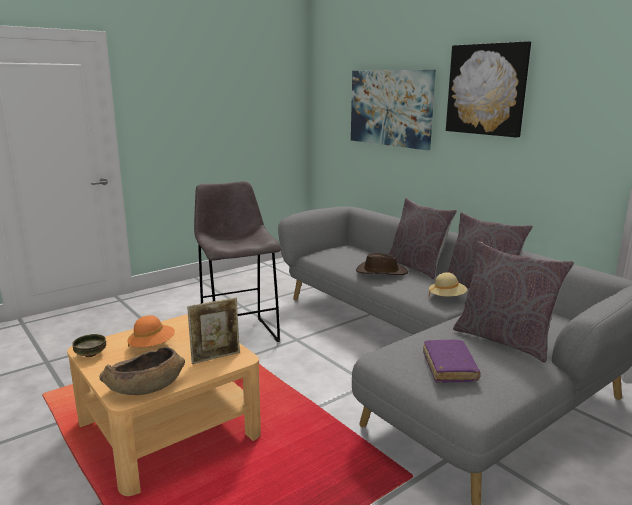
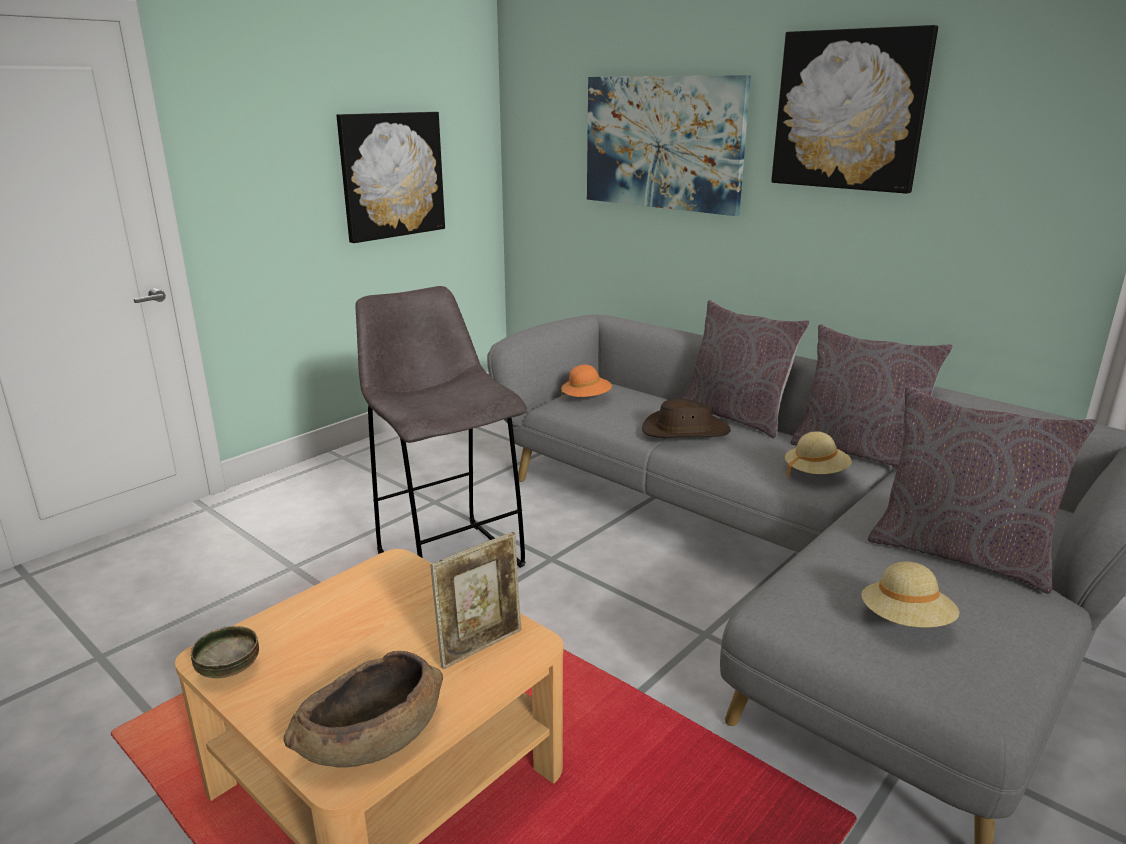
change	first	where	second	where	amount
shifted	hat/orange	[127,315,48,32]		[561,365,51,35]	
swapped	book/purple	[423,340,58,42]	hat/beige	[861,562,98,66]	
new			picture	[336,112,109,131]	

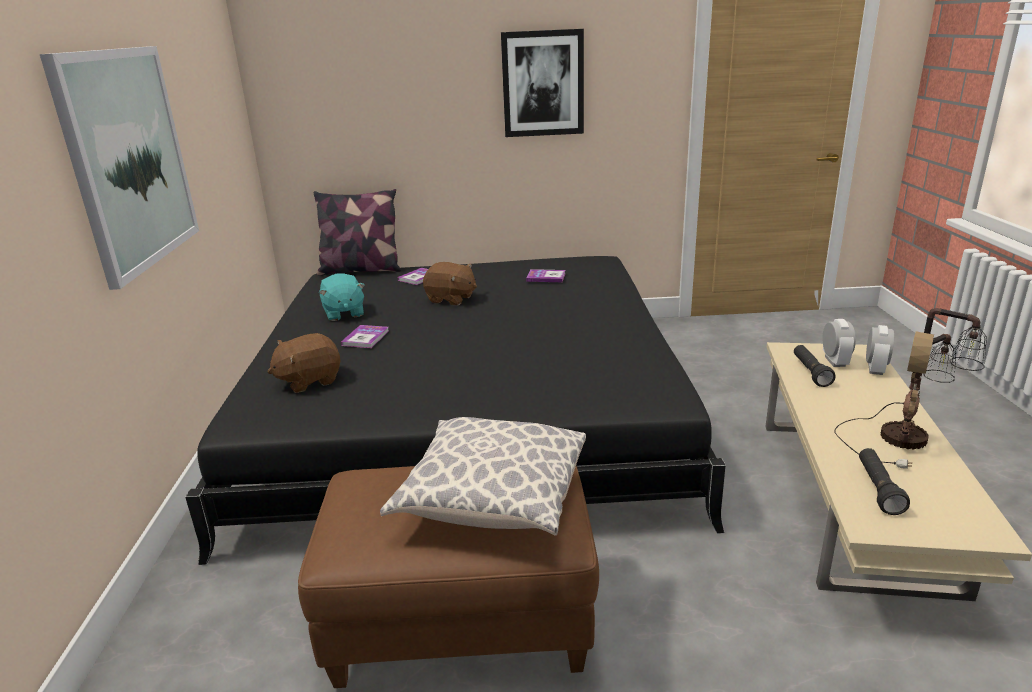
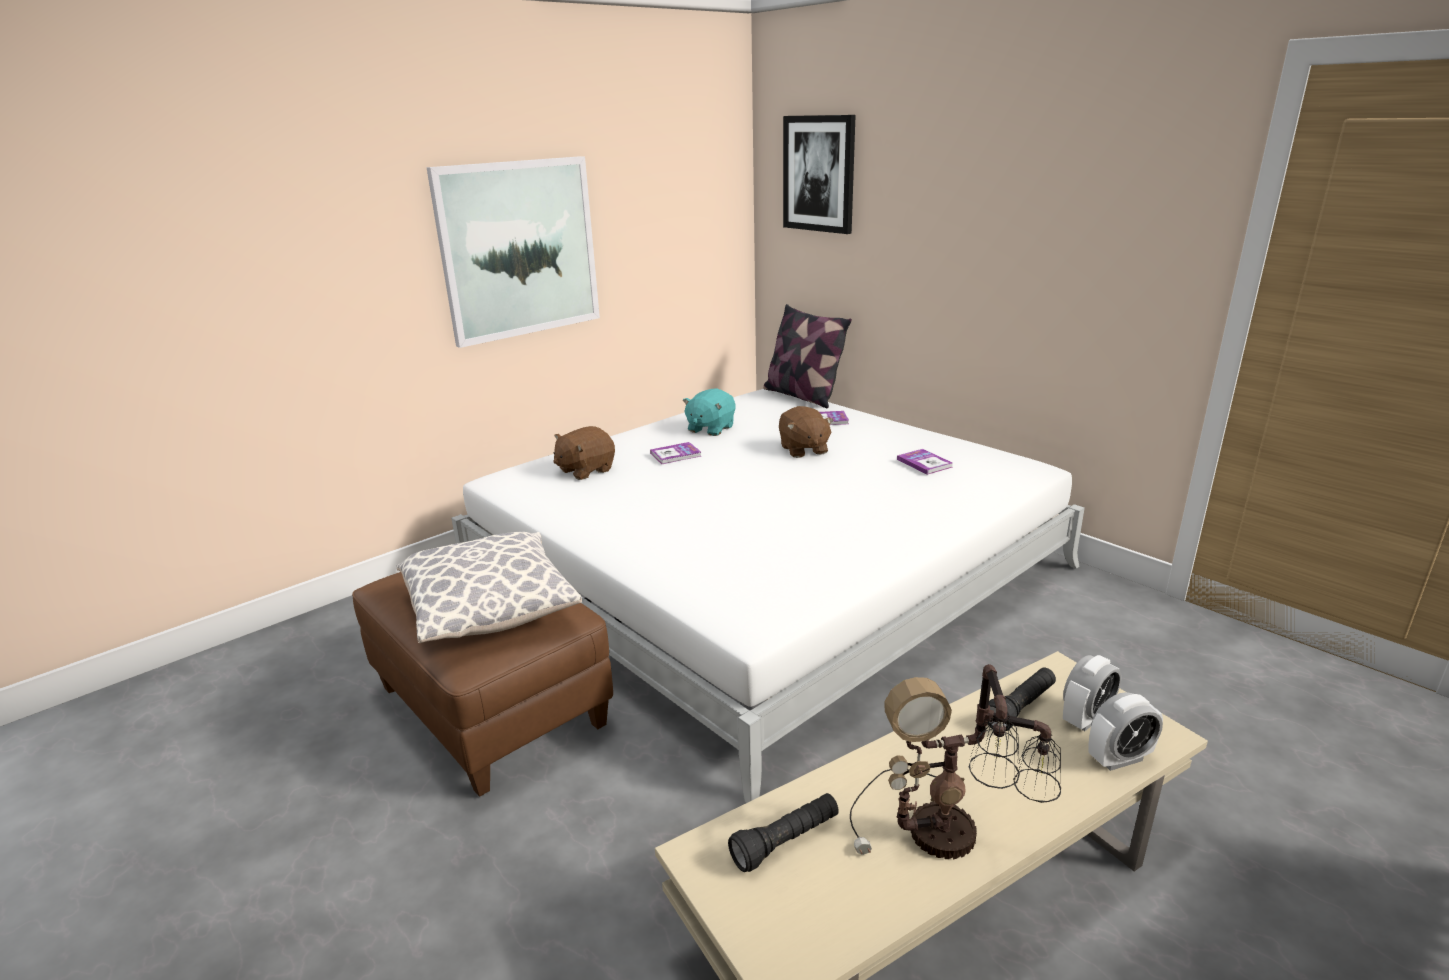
change	first	where	second	where	amount
shifted	picture	[501,29,83,108]		[783,115,73,119]	
repainted	bed/black	[185,256,541,309]	bed/white	[451,389,634,414]	
rotated	plush toy/brown	[268,333,72,60]		[554,426,61,54]	60 degrees counterclockwise

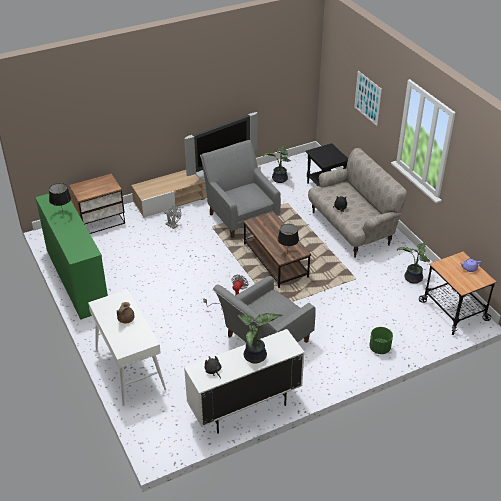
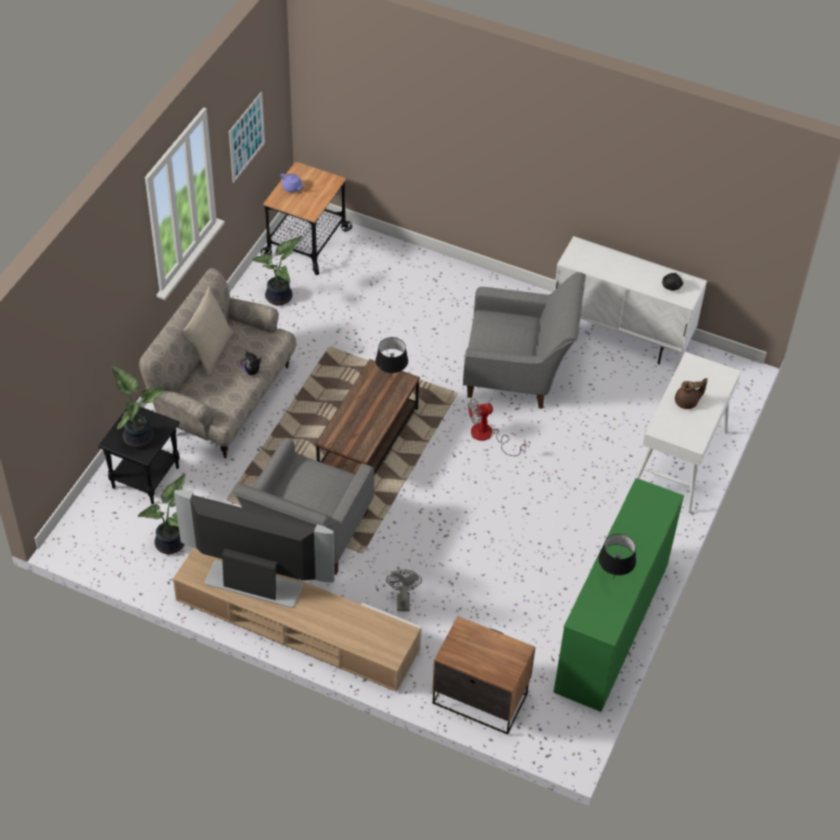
change	first	where	second	where	amount
shifted	picture	[354,71,28,55]		[229,92,36,91]	
shifted	potted plant	[238,313,45,51]		[111,366,55,82]	
gone	planter/green	[369,327,24,27]			
new			pillow/beige	[183,287,51,89]	

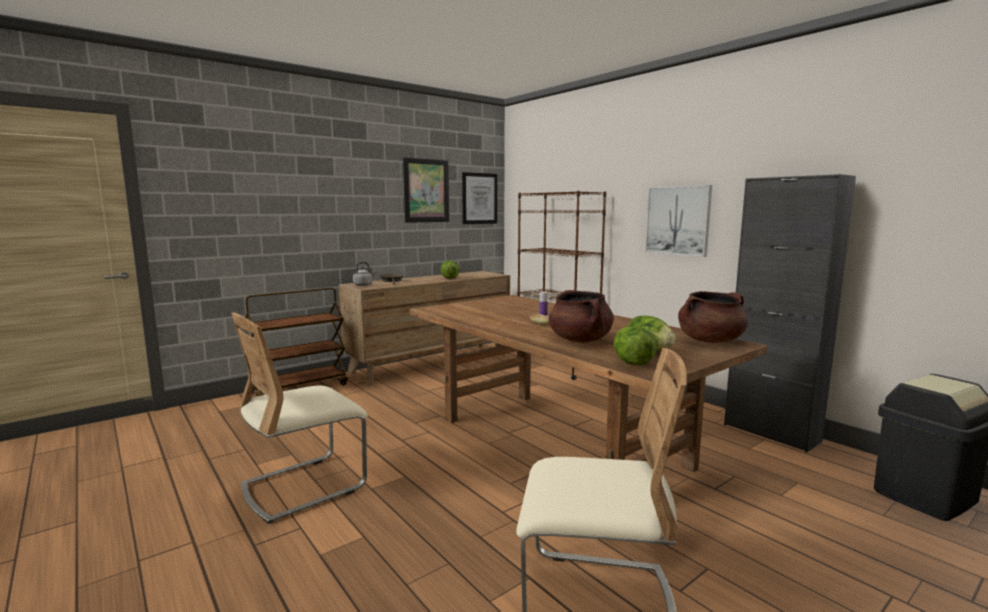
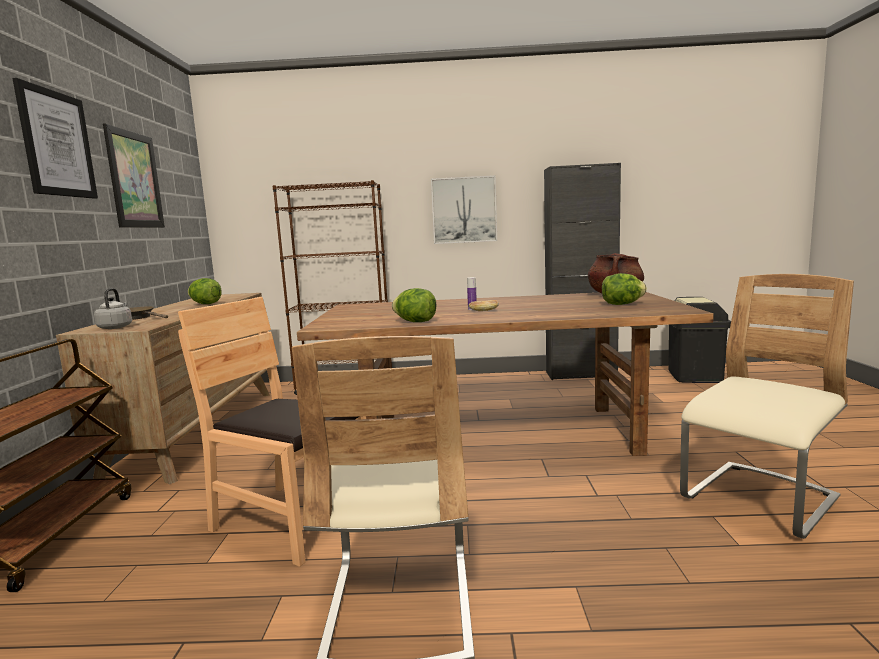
change	first	where	second	where	amount
shifted	picture	[462,172,35,52]		[13,78,85,121]	
gone	cooking pot/brown	[549,290,65,53]			
shifted	lettuce	[613,326,44,40]		[392,288,44,34]	
new			chair/brown	[178,297,188,270]	

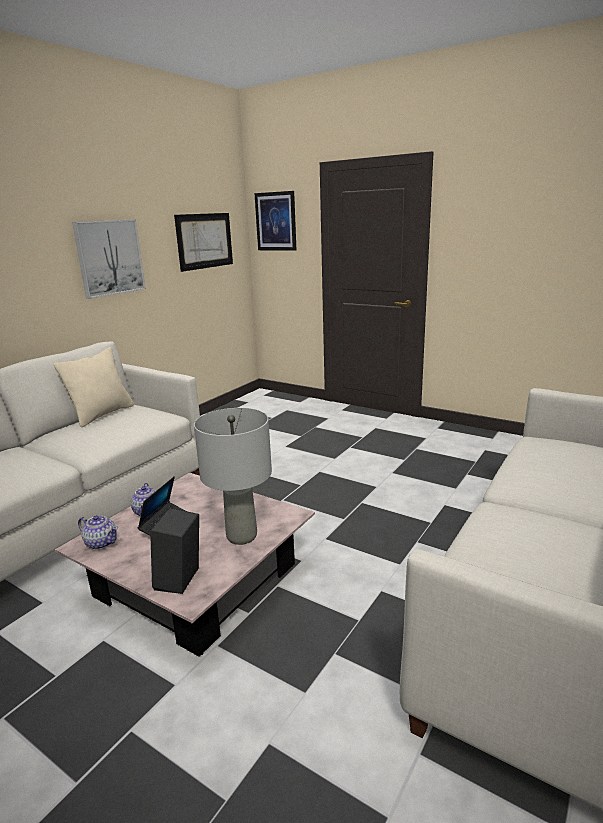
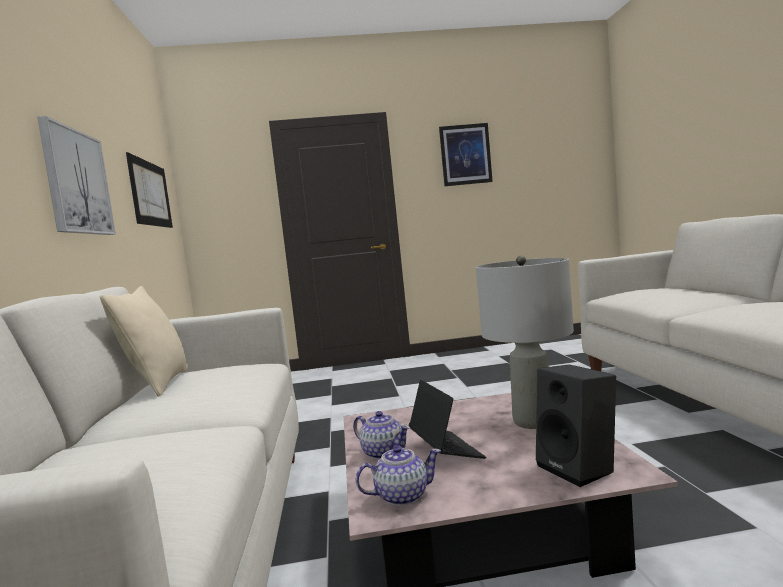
change	first	where	second	where	amount
shifted	picture	[254,191,42,60]		[439,123,54,63]	

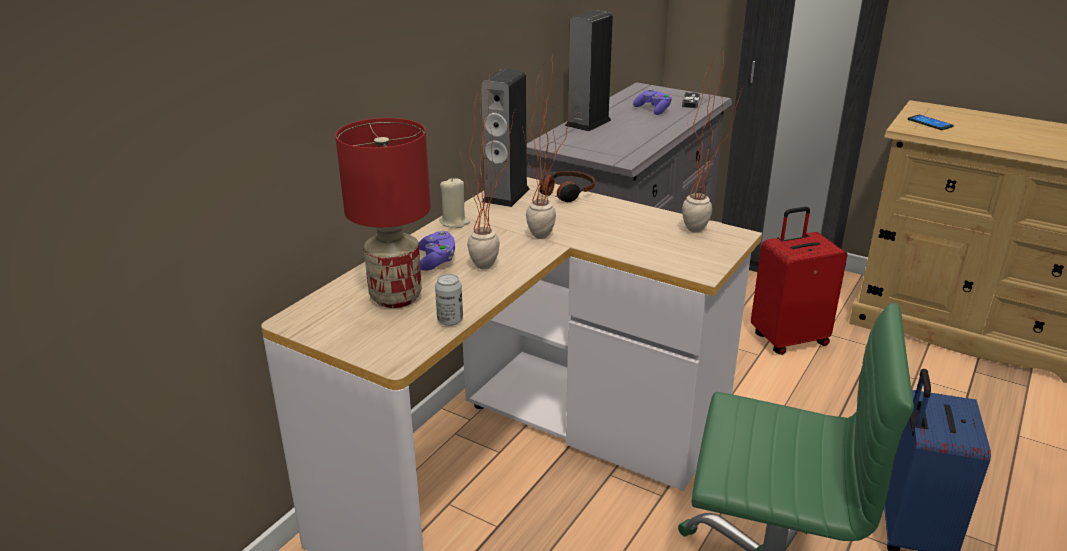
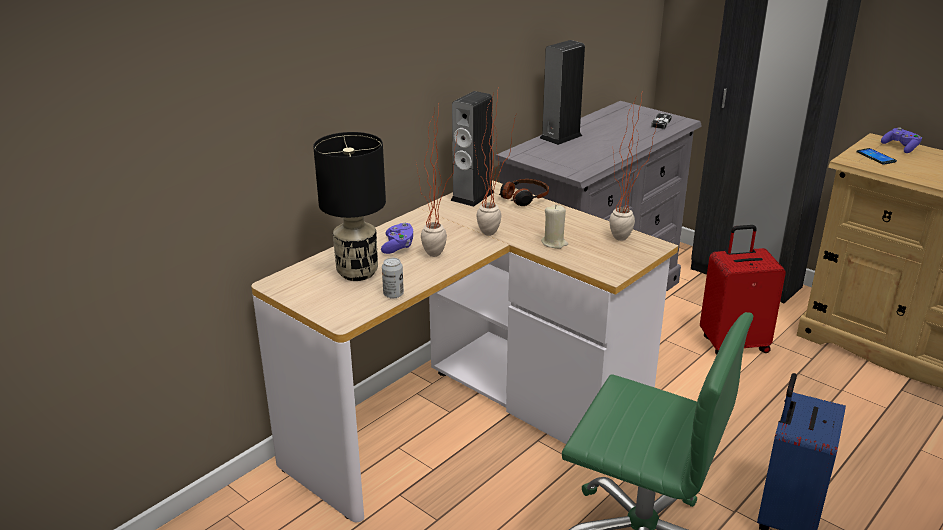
change	first	where	second	where	amount
shifted	game controller/purple	[633,89,39,26]		[881,127,41,26]	
repainted	table lamp/red	[335,118,96,190]	table lamp/black	[313,132,73,149]	
shifted	candle/beige	[440,177,30,51]		[541,205,27,44]	

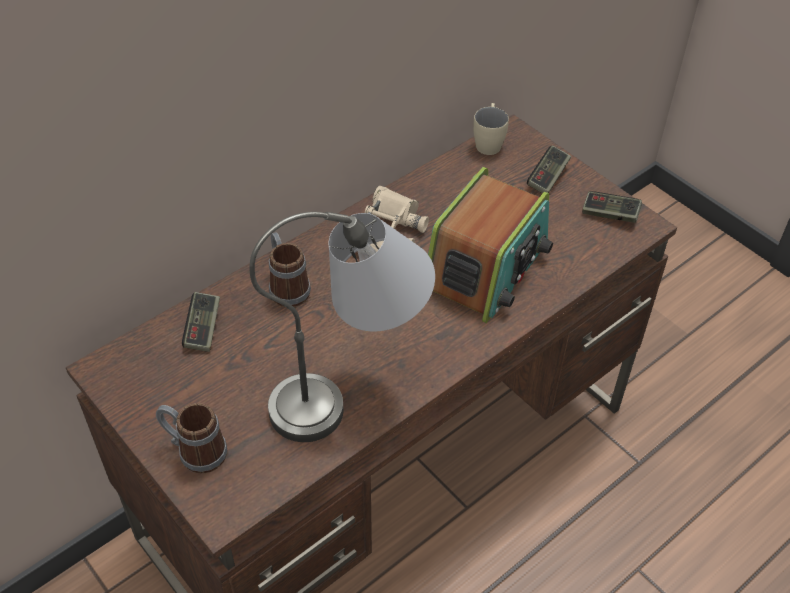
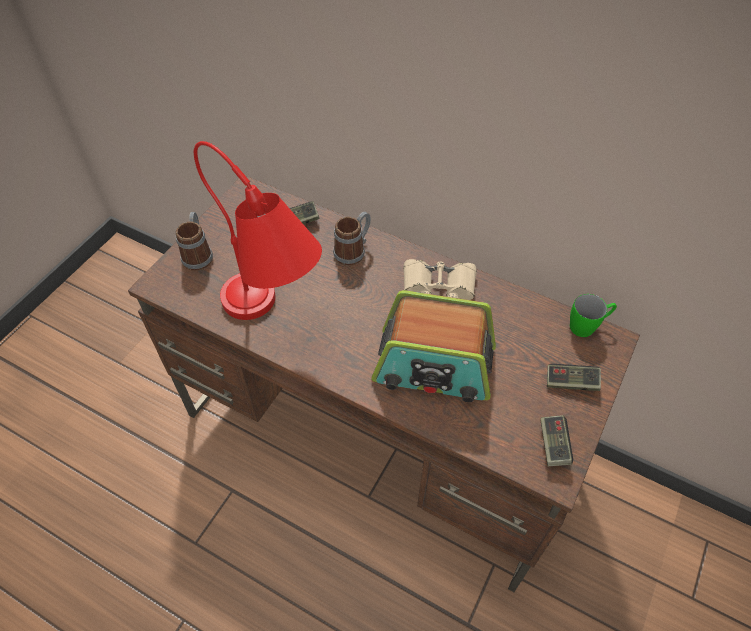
change	first	where	second	where	amount
repainted	mug/beige	[473,103,36,52]	mug/green	[570,294,47,43]	
repainted	table lamp/grey	[249,212,186,230]	table lamp/red	[194,141,128,179]	

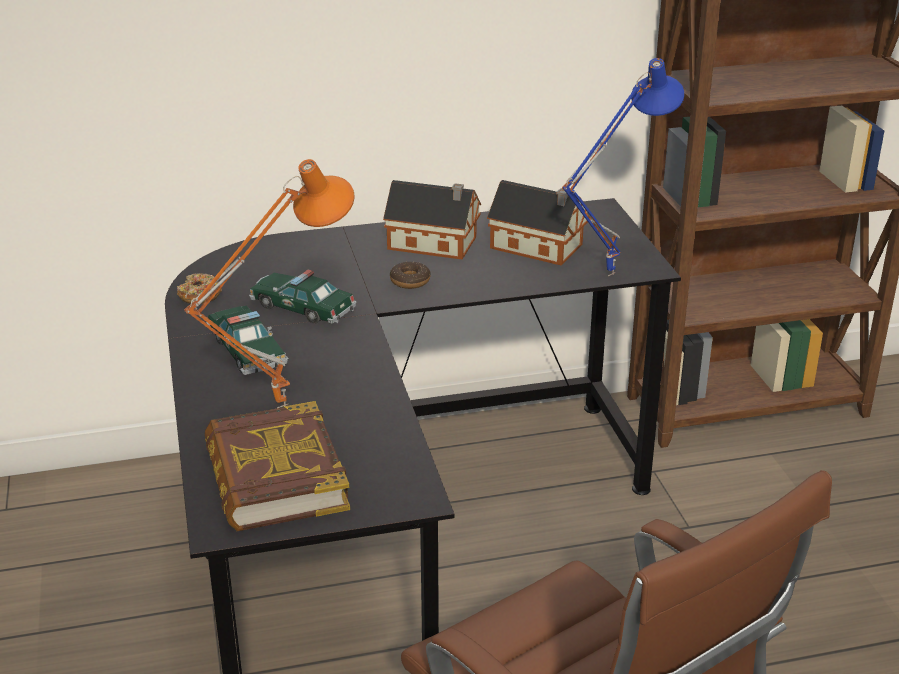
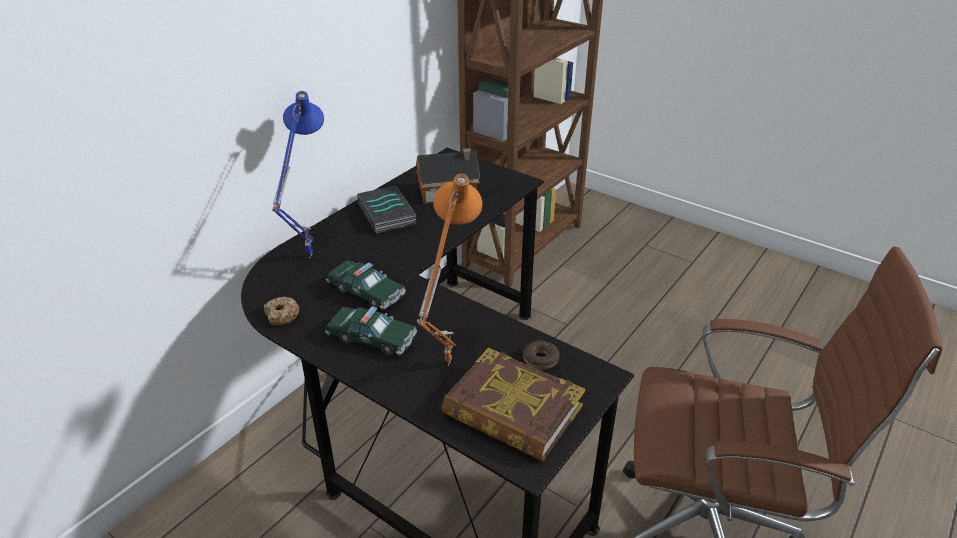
change	first	where	second	where	amount
shifted	table lamp/blue	[562,58,122,218]		[272,91,52,168]	
swapped	toy house	[383,180,98,80]	book	[357,185,59,49]	
shifted	donut	[390,262,41,27]		[523,340,37,30]	
rotated	toy car	[249,269,107,55]		[326,260,80,50]	135 degrees counterclockwise

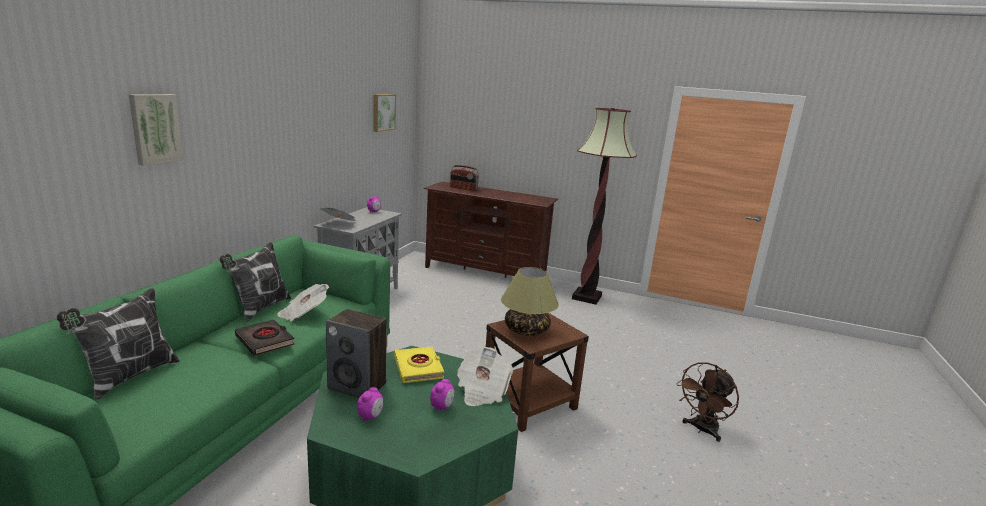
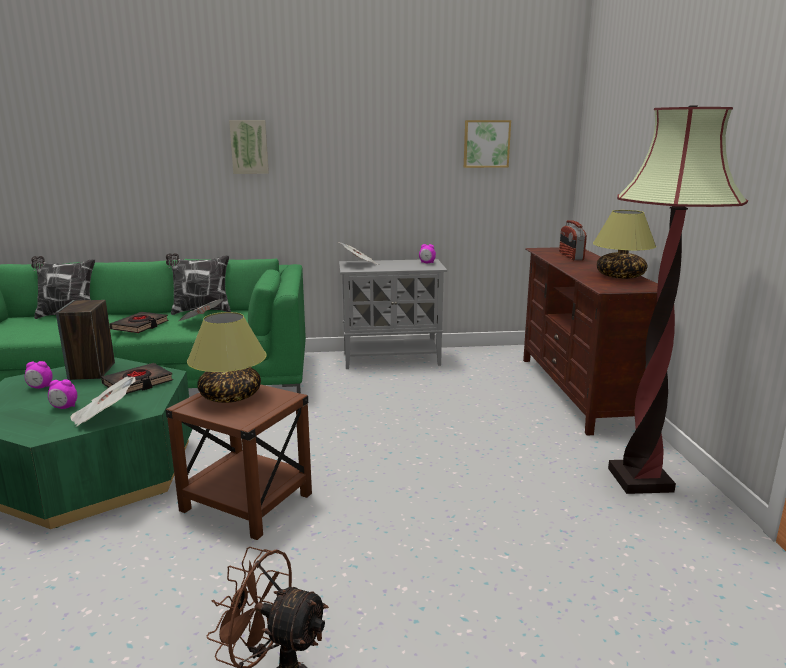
change	first	where	second	where	amount
shifted	picture	[129,94,54,71]		[229,120,40,54]	
repainted	book/yellow	[394,347,50,36]	book/black	[101,363,72,31]	
new			table lamp	[593,210,63,69]	

